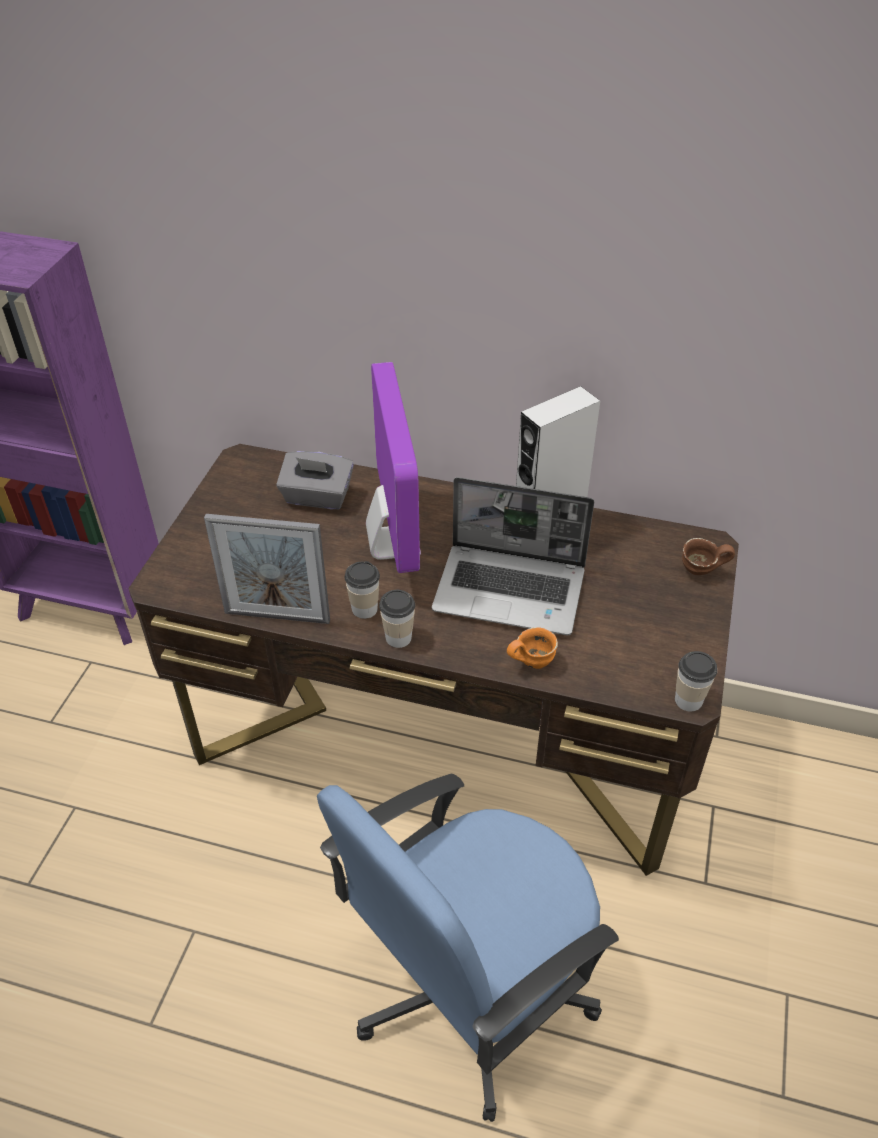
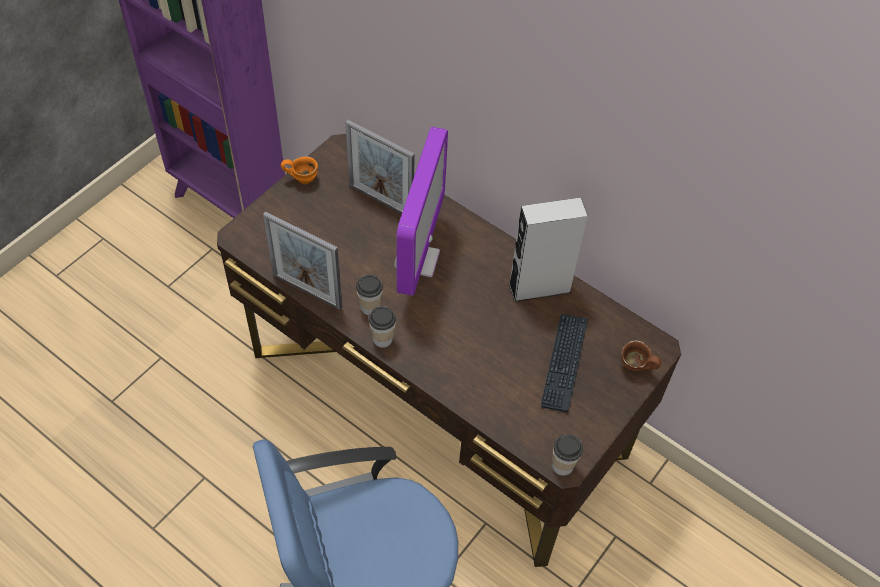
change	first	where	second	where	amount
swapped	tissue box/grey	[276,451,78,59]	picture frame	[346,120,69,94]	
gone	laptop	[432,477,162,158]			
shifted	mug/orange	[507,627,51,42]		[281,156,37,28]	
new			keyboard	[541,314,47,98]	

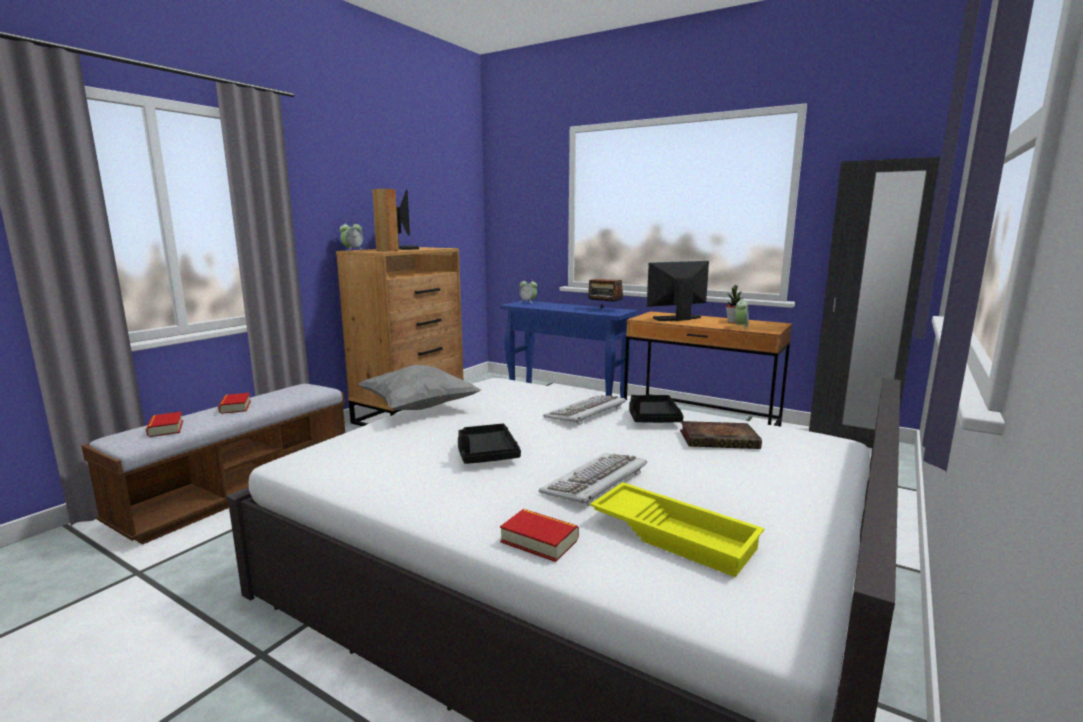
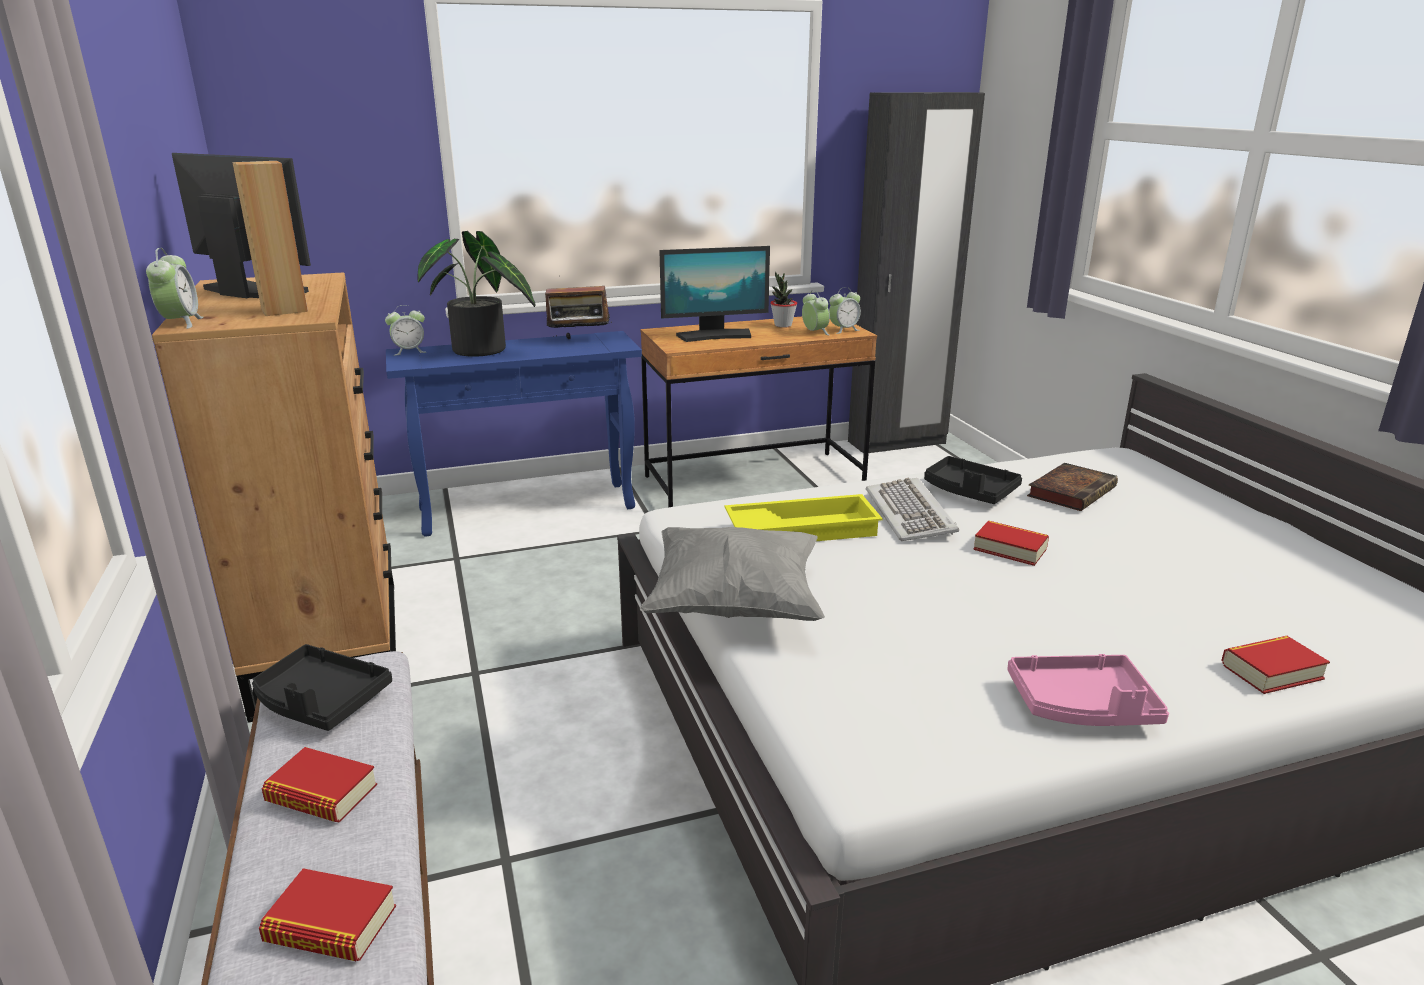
change	first	where	second	where	amount
rotated	monitor	[647,261,62,60]		[659,246,111,96]	120 degrees counterclockwise
shifted	tray/black	[458,424,63,40]		[252,644,140,87]	
gone	keyboard	[539,453,108,54]			
shifted	tray/yellow	[590,482,174,95]		[725,494,158,47]	
new			potted plant	[417,231,118,126]	
new			alarm clock	[829,287,32,47]	
new			book	[973,520,76,46]	
new			tray/pink	[1007,654,162,72]	

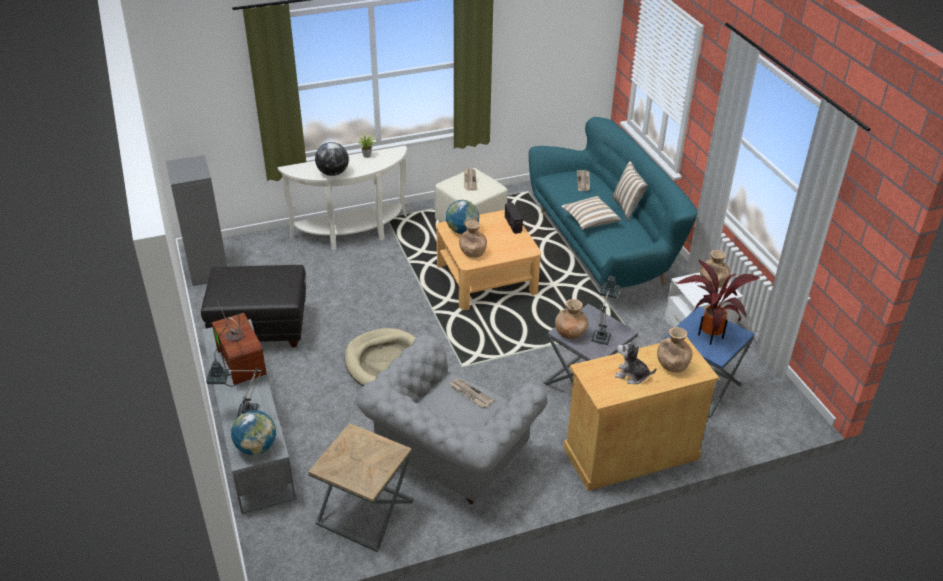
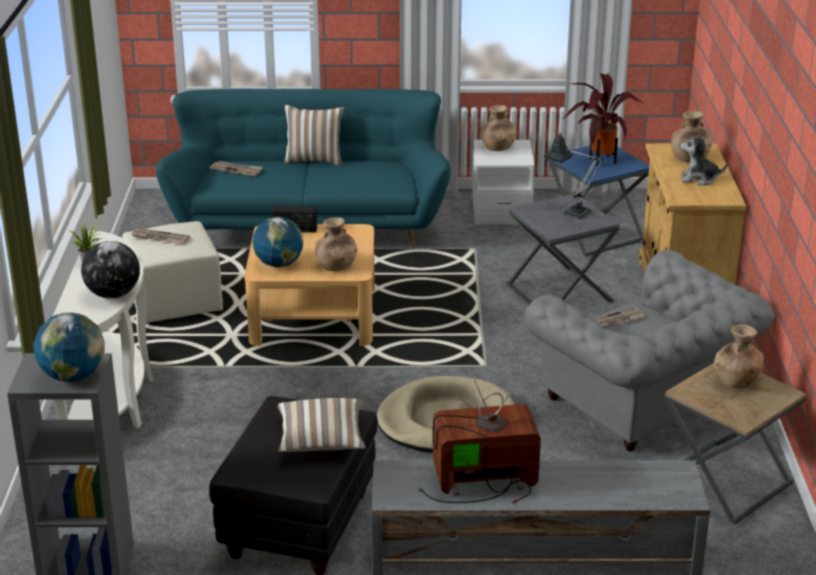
change	first	where	second	where	amount
shifted	pillow	[561,196,60,34]		[278,398,88,54]	
shifted	vase/brown	[555,299,34,40]		[714,324,50,65]	
rotated	plush toy	[615,338,41,46]		[680,133,47,52]	60 degrees clockwise
gone	table lamp	[206,361,56,56]			
shifted	globe	[231,411,45,44]		[34,313,71,69]	

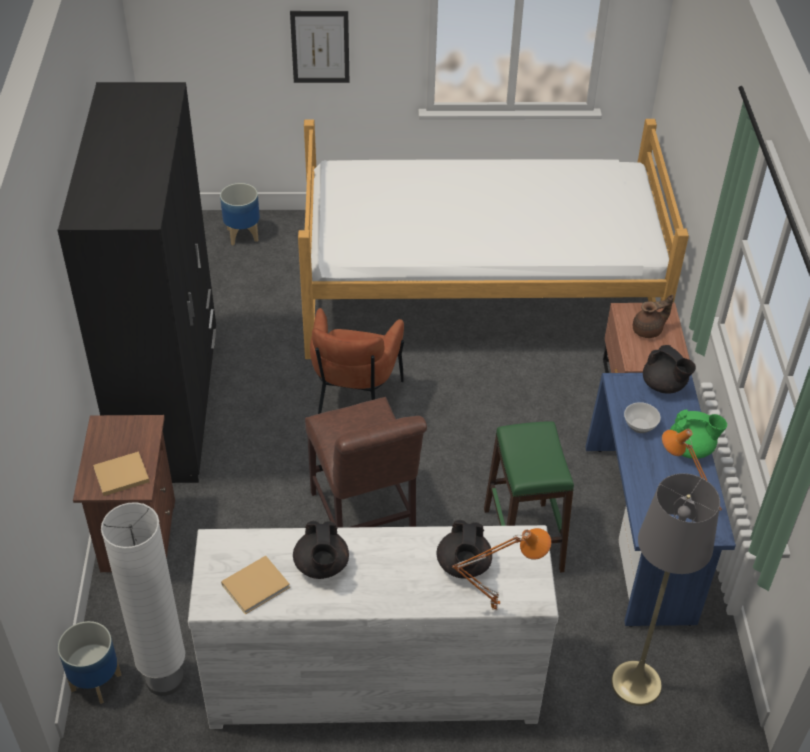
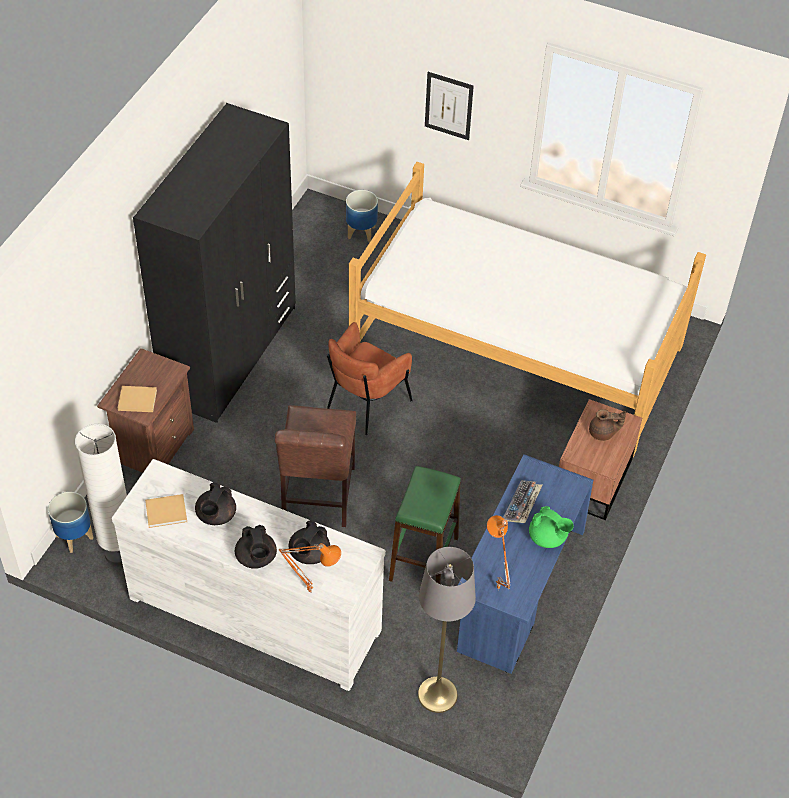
change	first	where	second	where	amount
shifted	teapot/black	[643,345,53,49]		[235,525,42,44]	
swapped	bowl	[624,402,37,31]	keyboard	[503,480,40,43]	

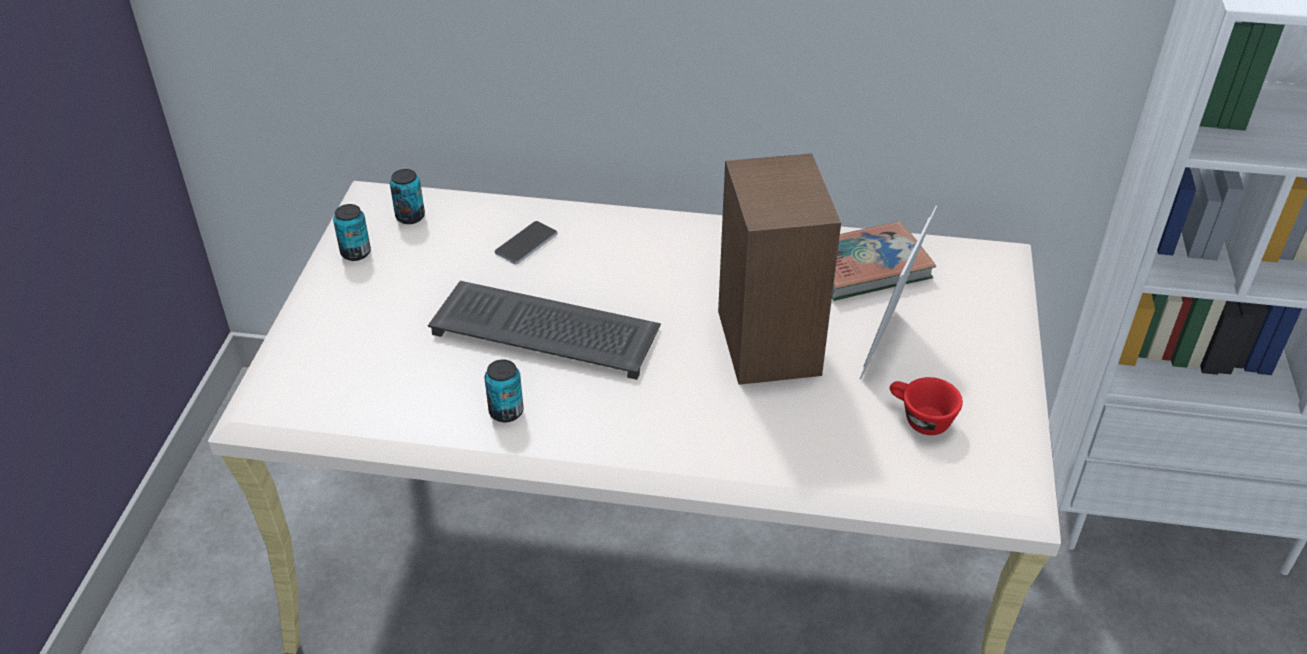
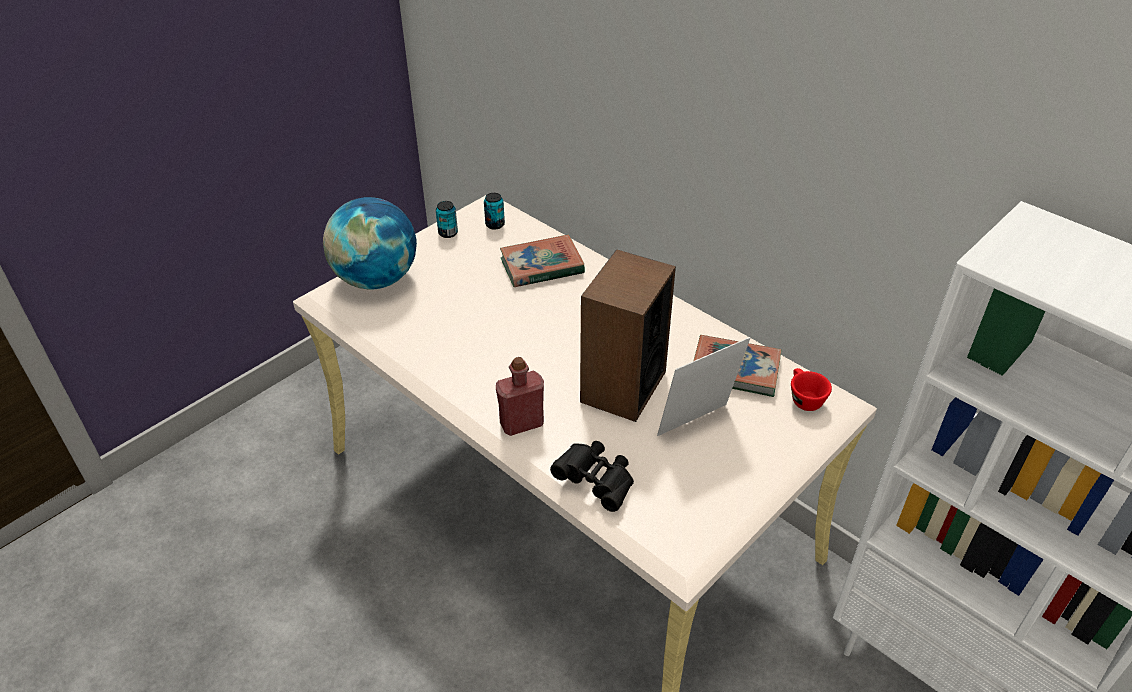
change	first	where	second	where	amount
swapped	phone	[495,221,63,43]	book	[500,234,85,53]	
gone	keyboard	[428,281,233,99]			
gone	can	[485,359,39,63]			
shifted	cup/red	[890,377,73,58]		[791,368,41,43]	
new			globe	[323,197,94,93]	
new			bottle/red	[496,357,48,79]	
new			binoculars/black	[550,441,84,71]	

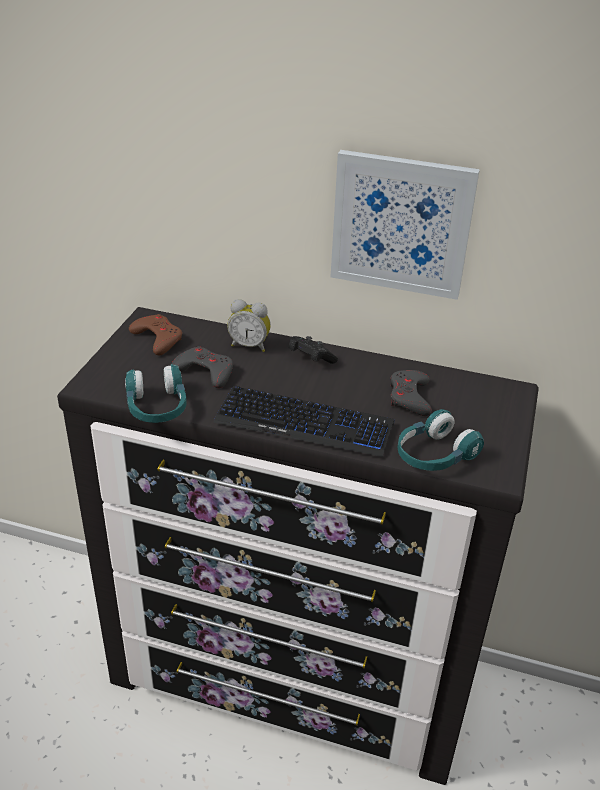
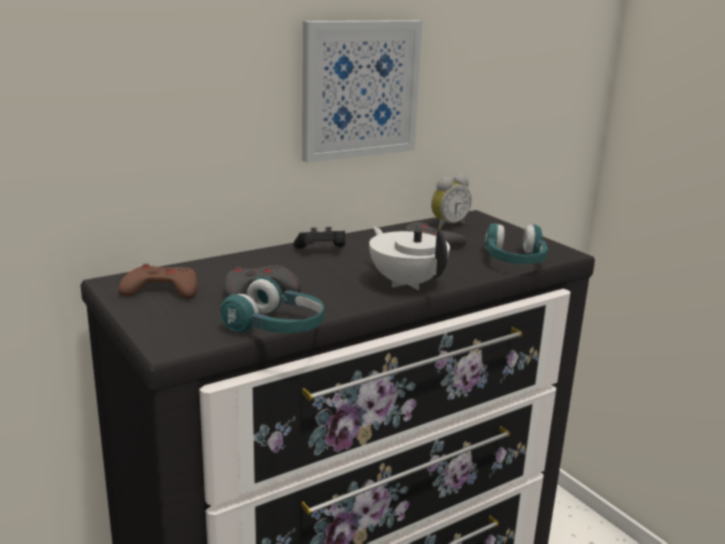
change	first	where	second	where	amount
shifted	alarm clock	[227,299,44,53]		[431,175,40,54]	
swapped	keyboard	[213,385,181,72]	teapot/white	[369,226,81,64]	

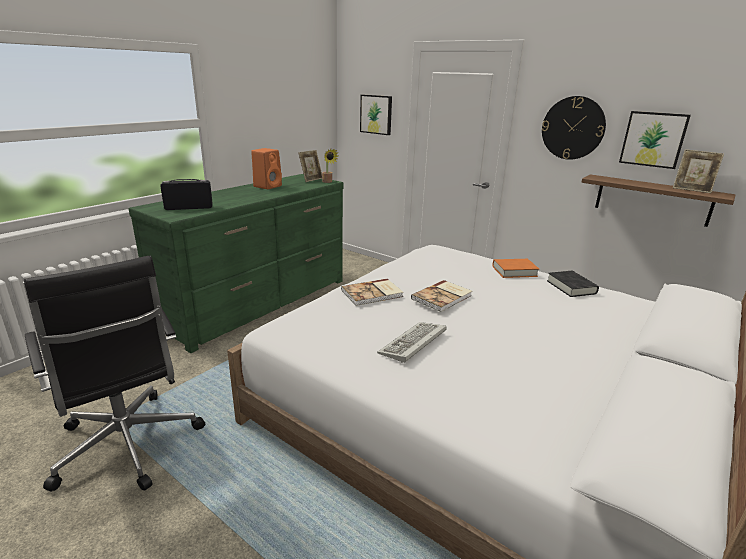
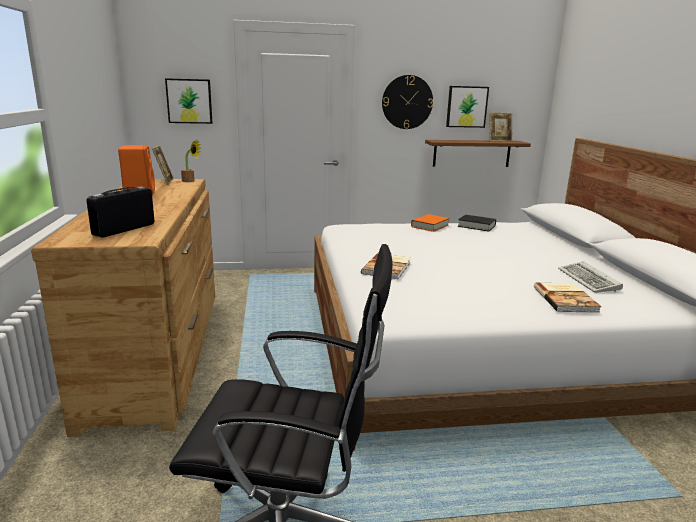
change	first	where	second	where	amount
repainted	dresser/green	[129,174,214,179]	dresser/brown	[31,179,184,258]	
shifted	book	[411,280,61,32]		[534,283,67,30]	
shifted	keyboard	[377,322,70,41]		[558,261,65,32]	

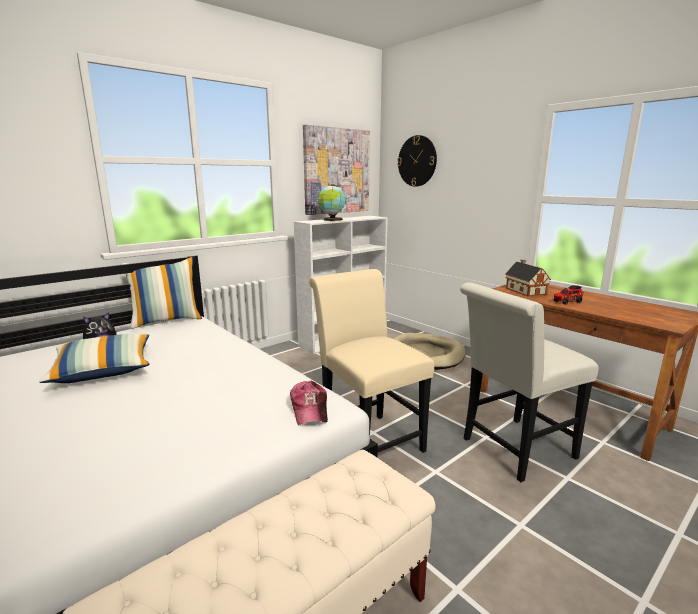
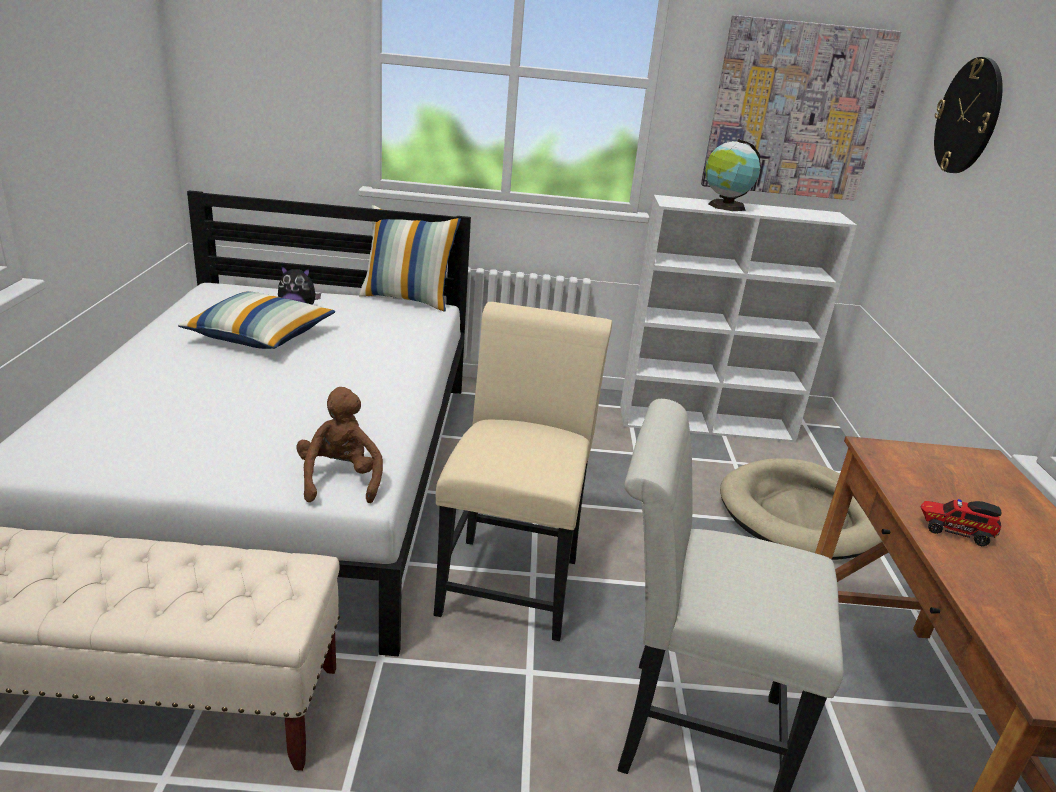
change	first	where	second	where	amount
gone	toy house	[505,260,46,37]			
swapped	cap	[290,381,38,44]	plush toy/brown	[296,387,87,116]	

